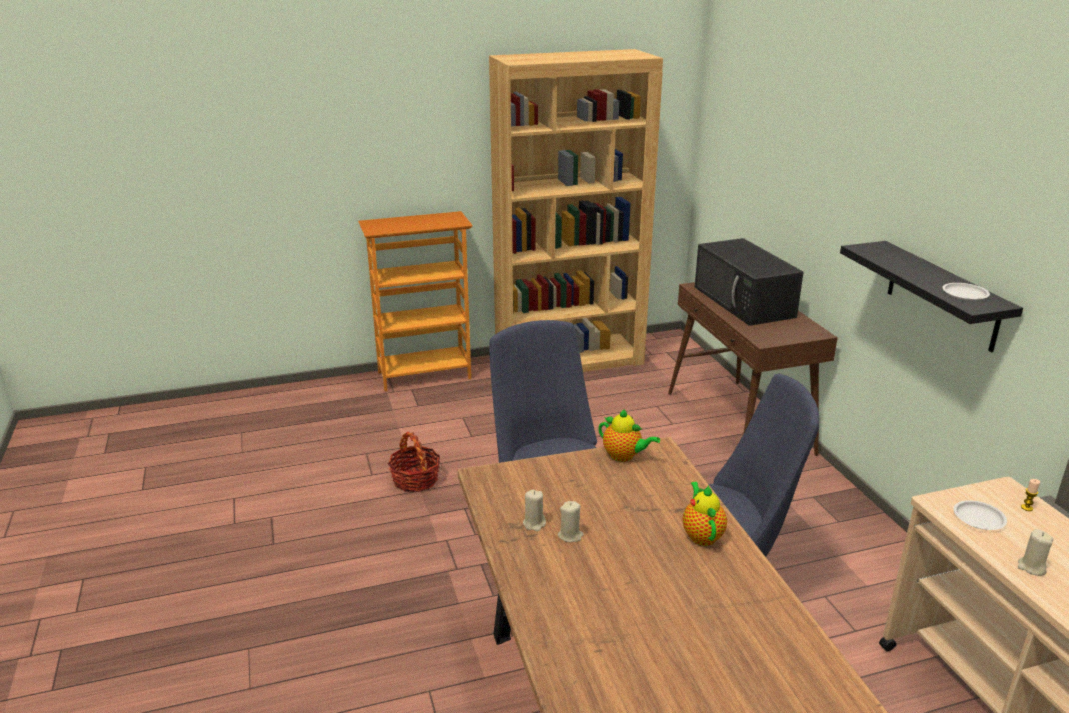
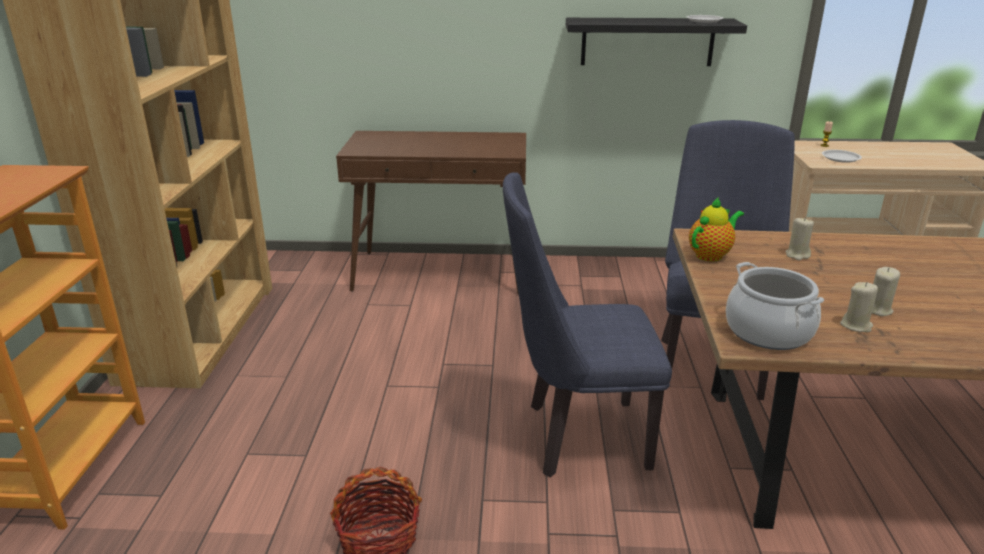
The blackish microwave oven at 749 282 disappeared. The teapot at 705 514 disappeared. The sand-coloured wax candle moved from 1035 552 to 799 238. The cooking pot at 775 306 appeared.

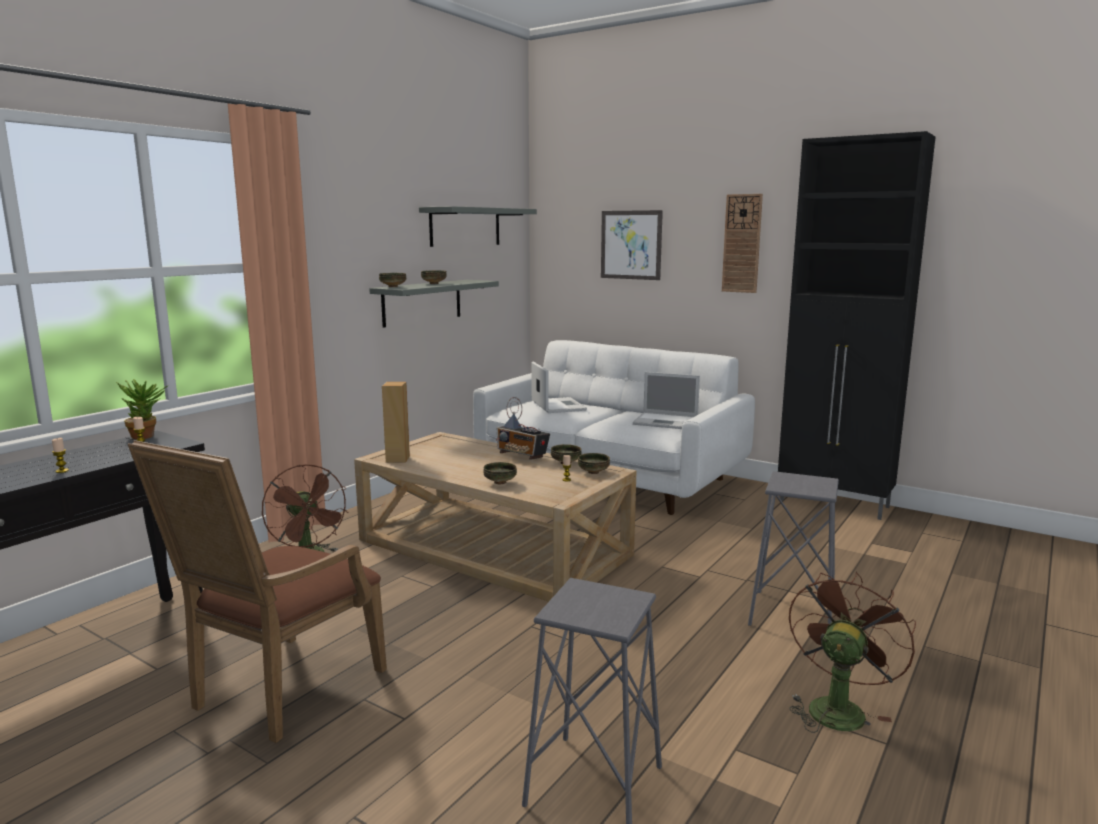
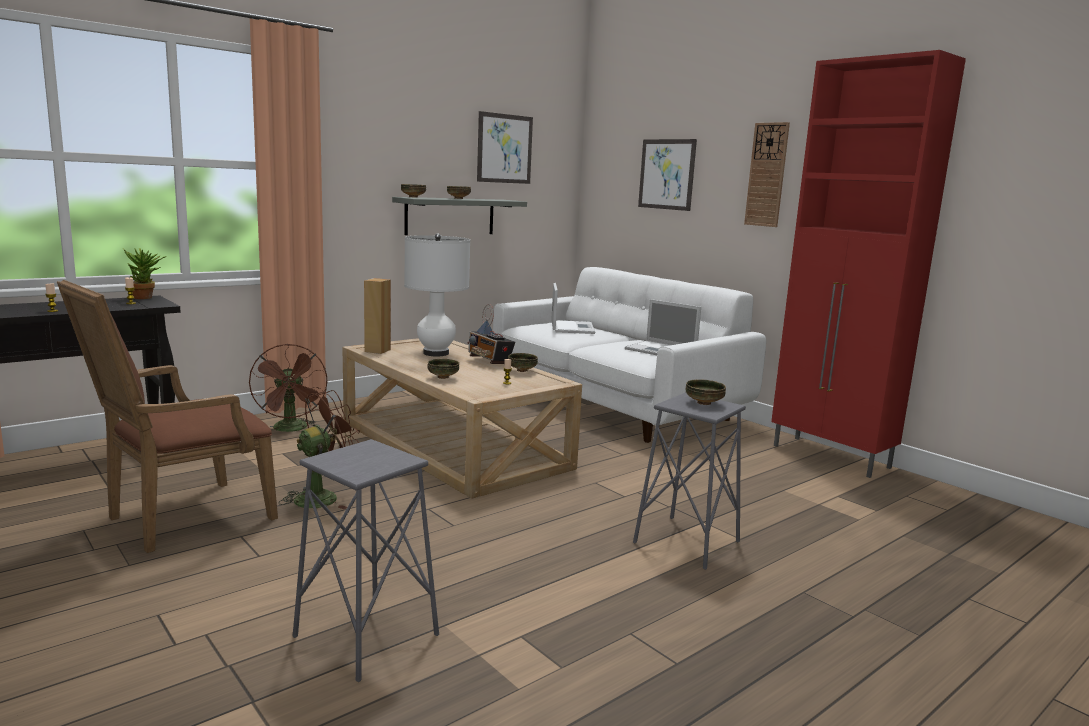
The blackish storage cabinet at 856 325 became the reddish storage cabinet at 868 264. The grey shelf at 478 226 was replaced by the picture at 505 147. The deep dish moved from 594 463 to 706 392. The brown-coloured fan moved from 852 652 to 319 450. The whitish tabletop lamp at 437 295 appeared.

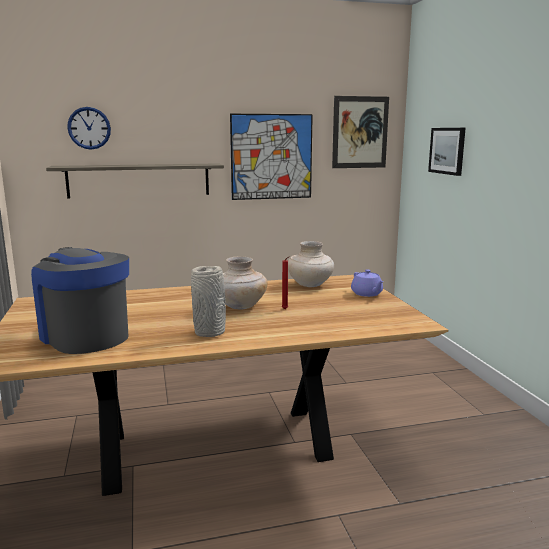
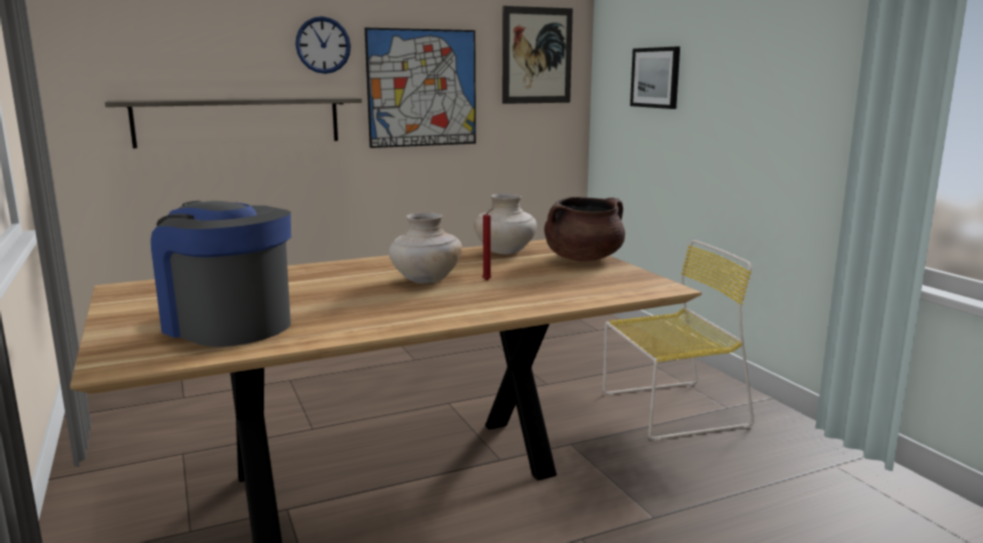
The hanging clock moved from 89 128 to 323 45. The grey flower vase at 208 301 disappeared. The purple-coloured teapot at 367 283 was replaced by the brown-coloured cooking pot at 584 229. The yellow-coloured plain chair at 678 340 appeared.

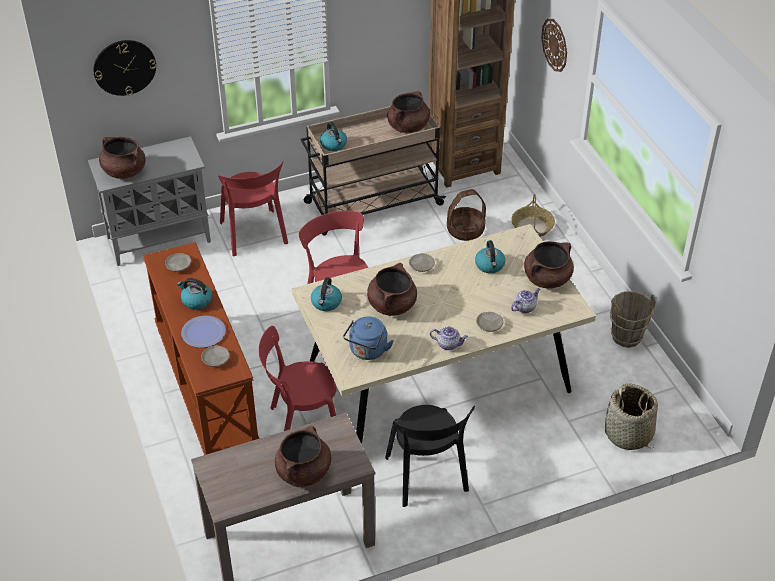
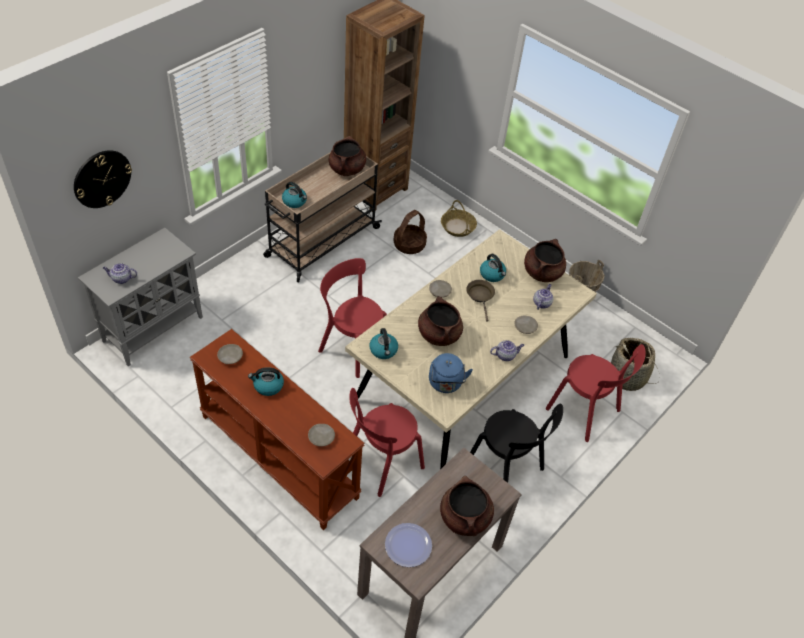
The hanging clock at 554 45 disappeared. The brown-coloured cooking pot at 122 158 was replaced by the teapot at 120 273. The reddish plain chair moved from 253 209 to 596 393. The plate moved from 203 332 to 408 545. The brown-coloured skillet at 480 300 appeared.

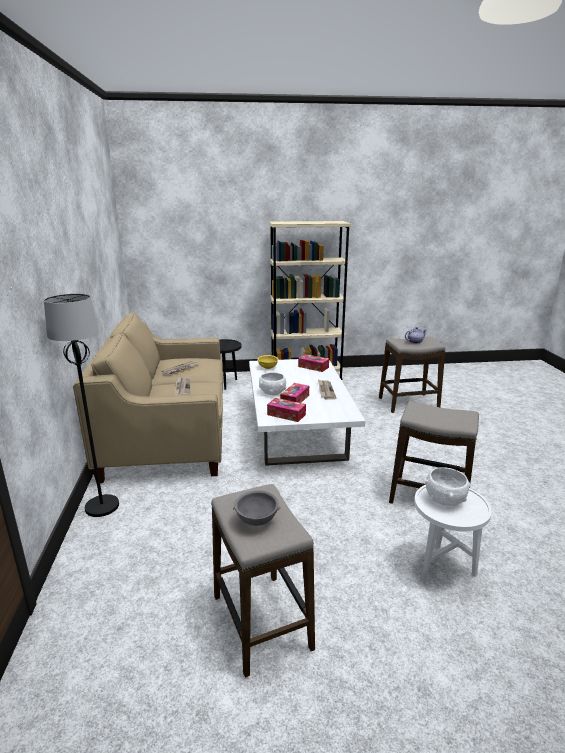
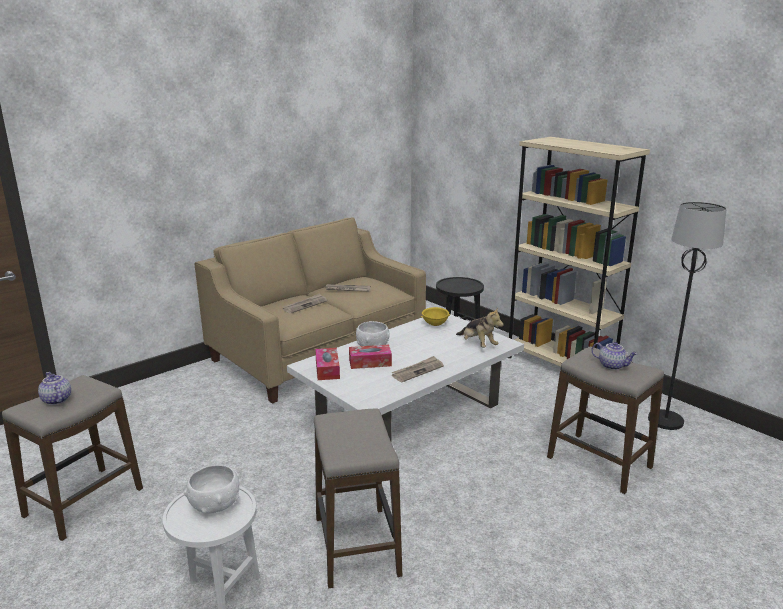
The blackish floor lamp moved from 81 405 to 687 316. The tissue holder at 313 363 was replaced by the plush toy at 480 327. The grey deep dish at 257 508 was replaced by the teapot at 54 388.

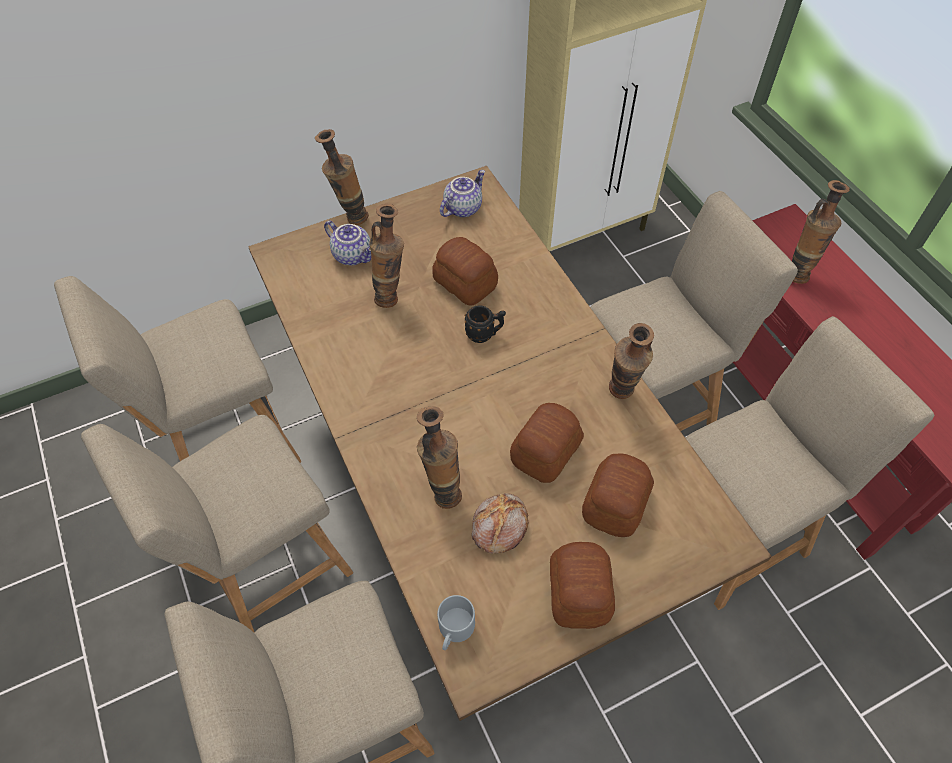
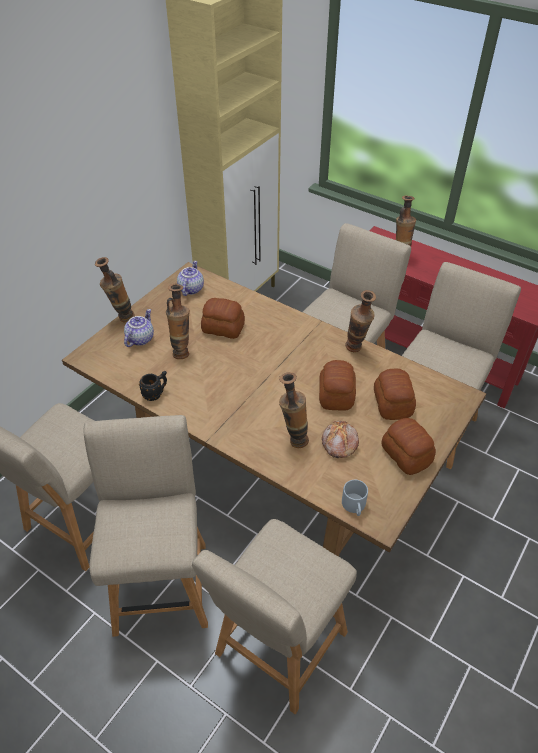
The teapot at 347 243 turned 75 degrees counterclockwise. The blackish mug moved from 485 324 to 153 386. The sand-coloured plain chair at 217 523 turned 150 degrees clockwise.

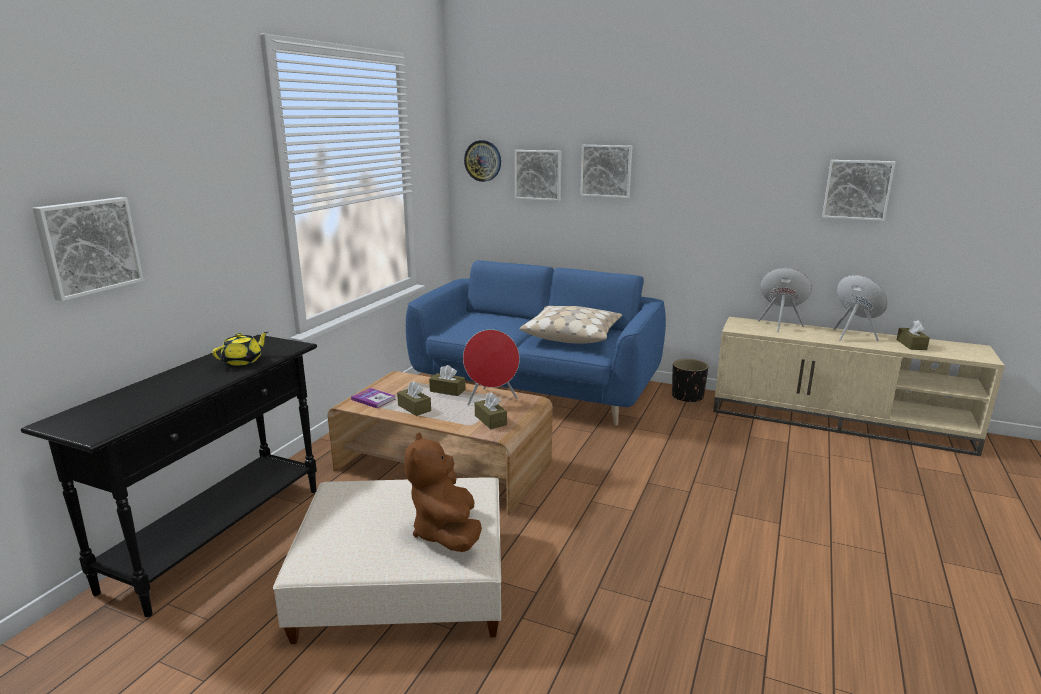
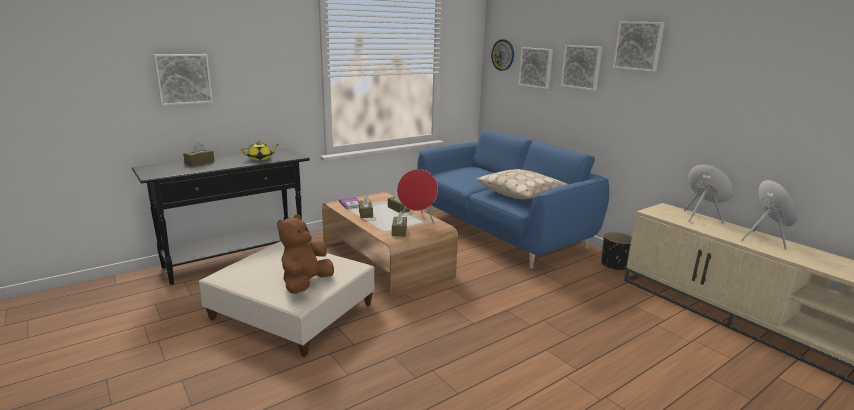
The picture moved from 859 190 to 639 47. The brown-coloured tissue holder moved from 913 335 to 198 154.

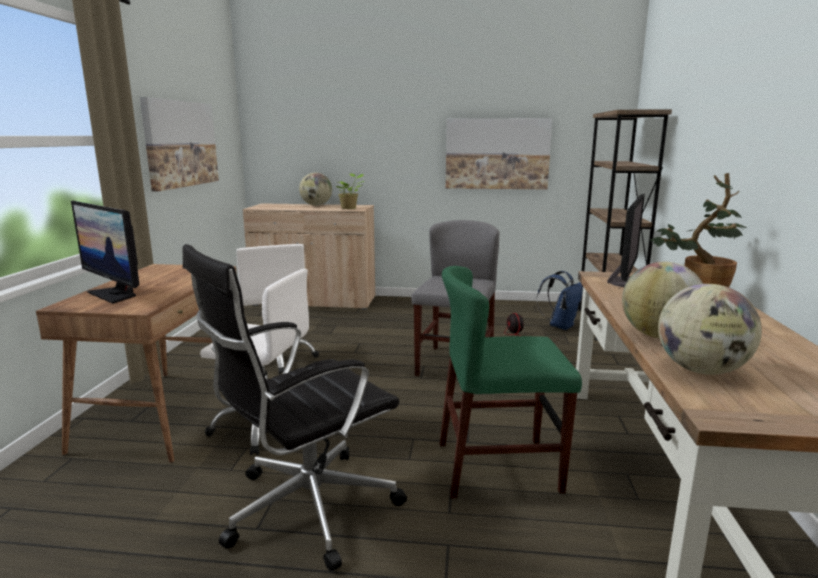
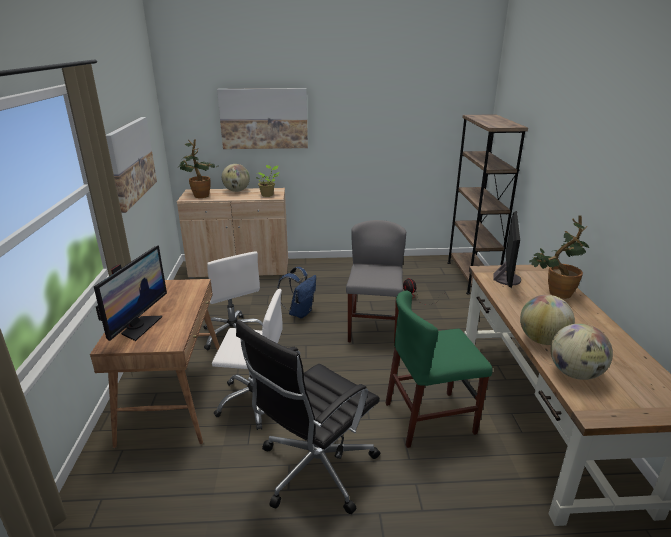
The picture moved from 499 153 to 262 118. The computer display at 105 252 turned 105 degrees counterclockwise. The bluish rucksack moved from 559 300 to 296 292. The potted plant at 198 168 appeared.

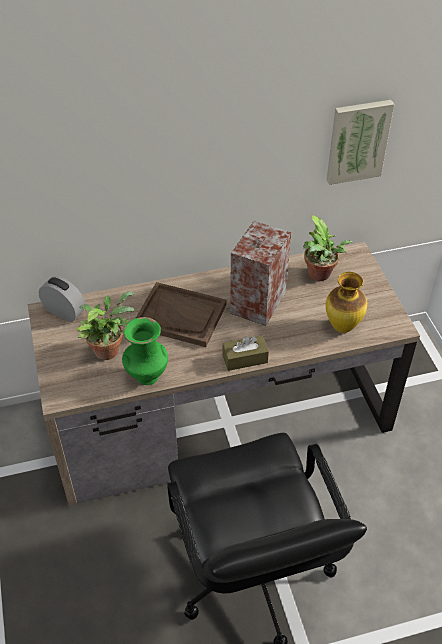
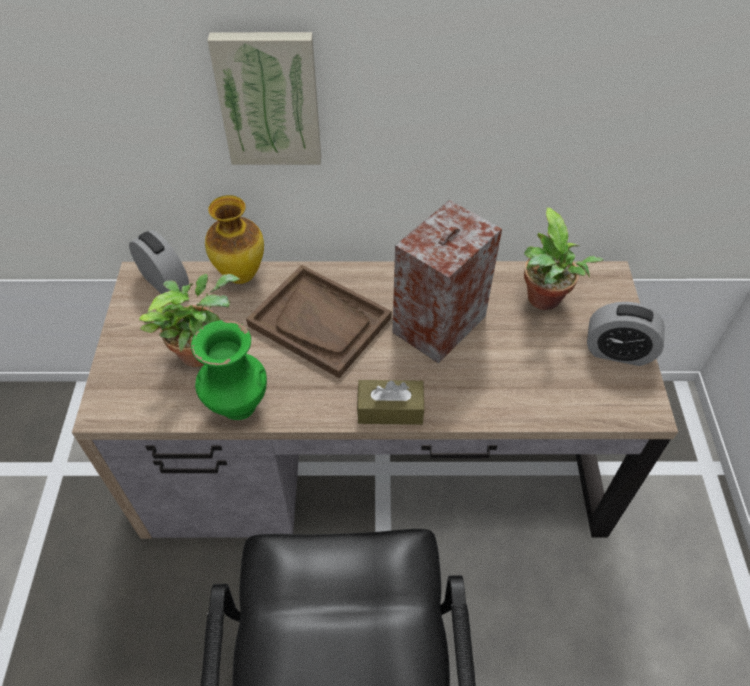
The picture moved from 360 142 to 264 98. The flower vase moved from 346 302 to 234 239. The table clock at 626 334 appeared.

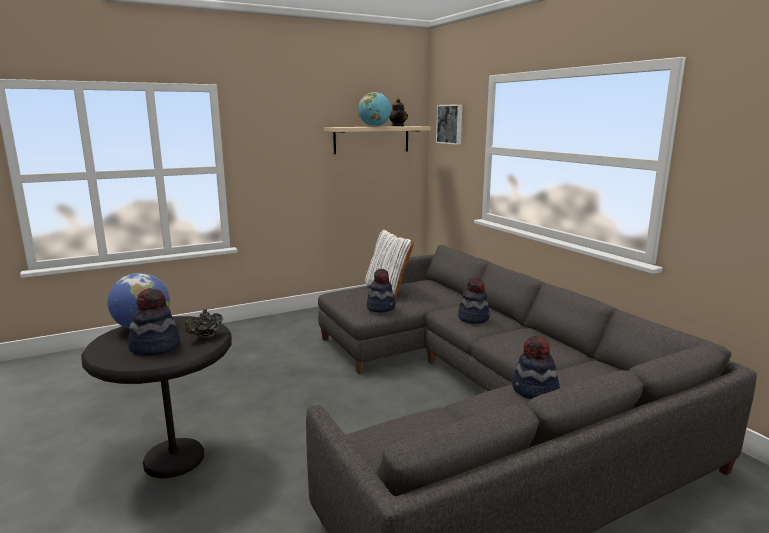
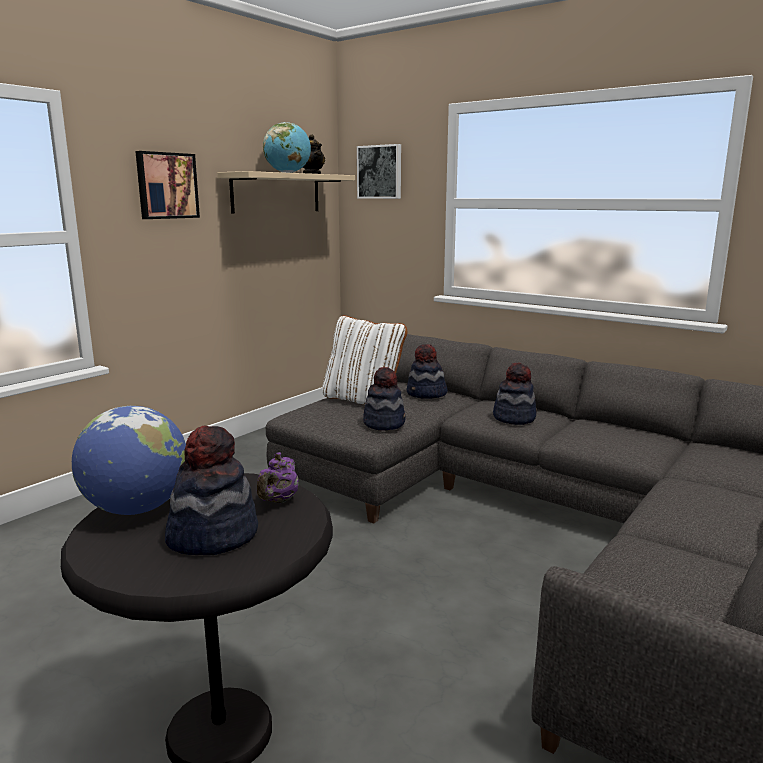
The blackish teapot at 204 323 became the purple-coloured teapot at 277 477. The wearable hat moved from 536 367 to 427 371. The picture at 167 185 appeared.

